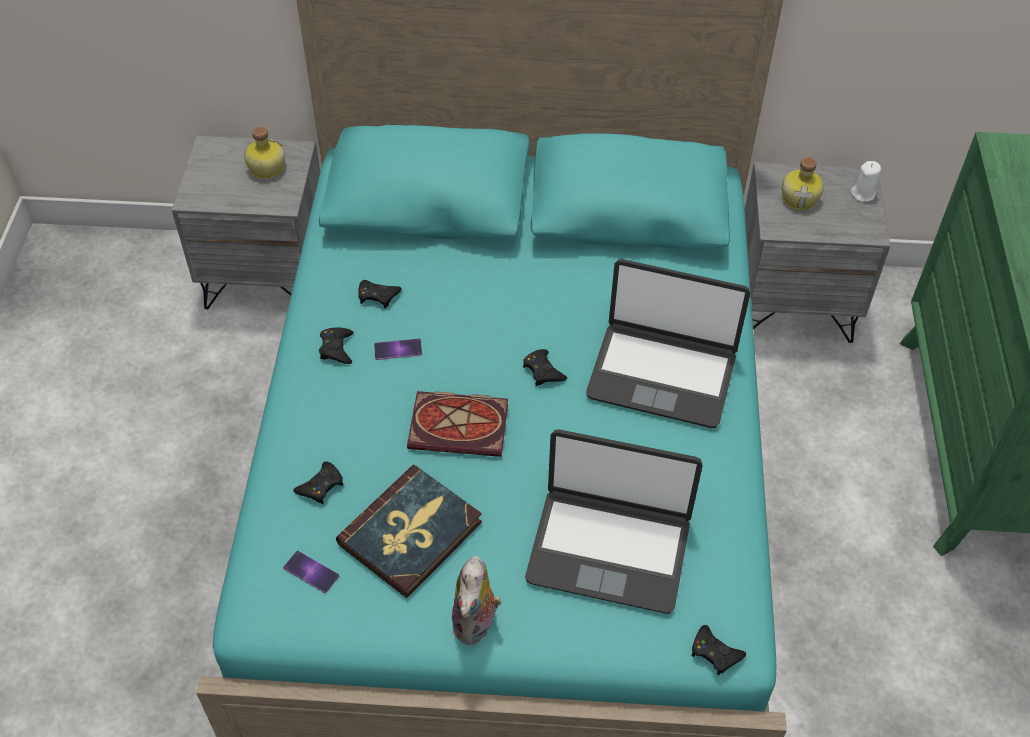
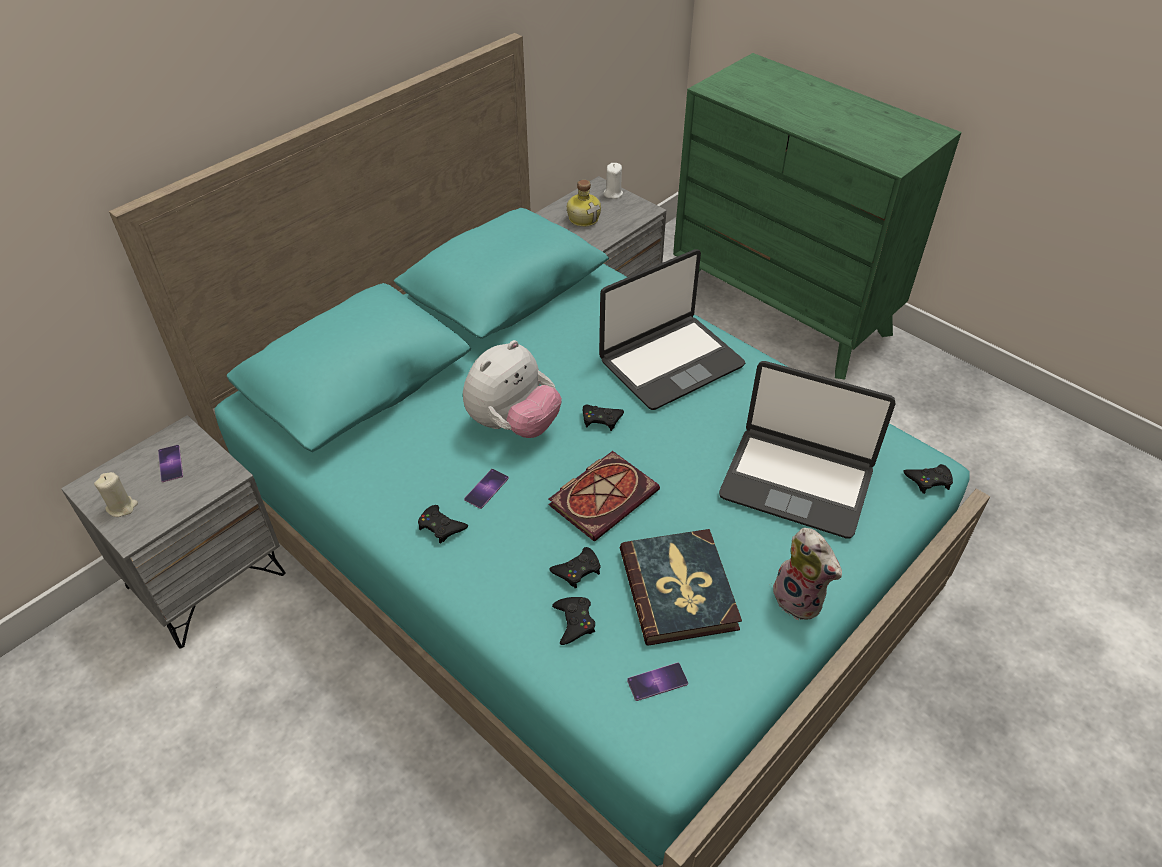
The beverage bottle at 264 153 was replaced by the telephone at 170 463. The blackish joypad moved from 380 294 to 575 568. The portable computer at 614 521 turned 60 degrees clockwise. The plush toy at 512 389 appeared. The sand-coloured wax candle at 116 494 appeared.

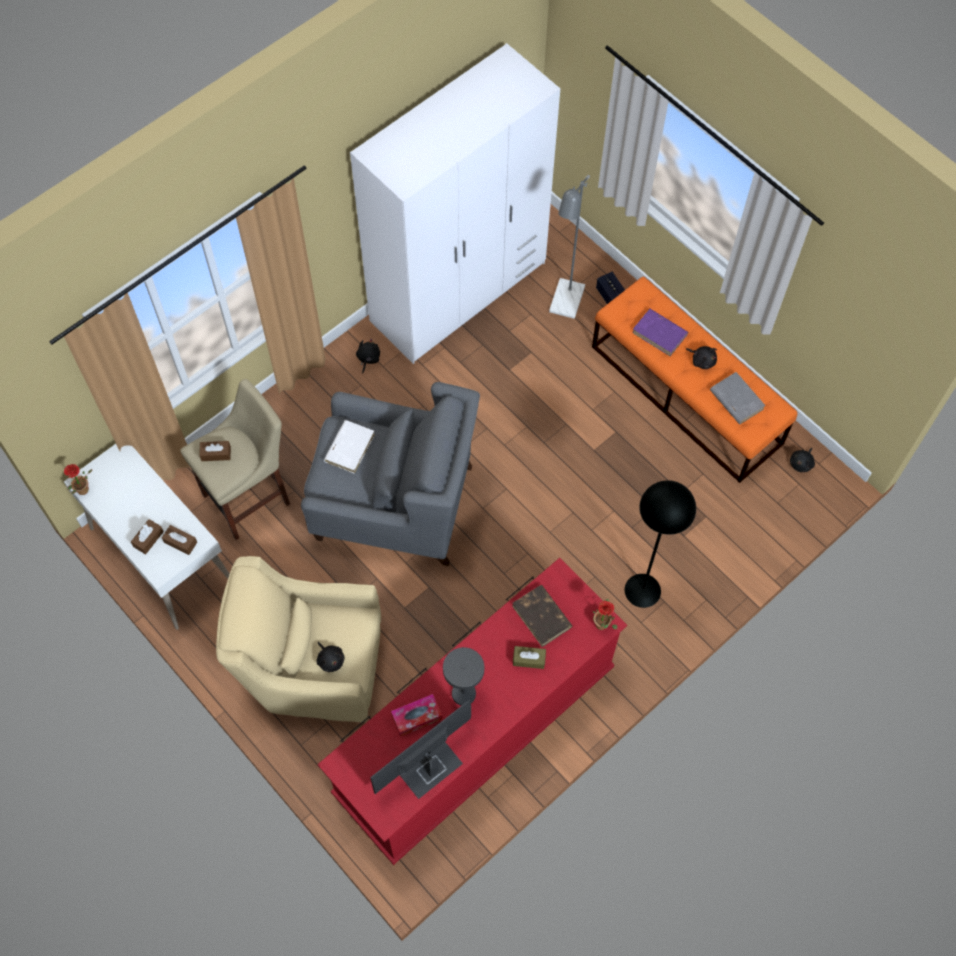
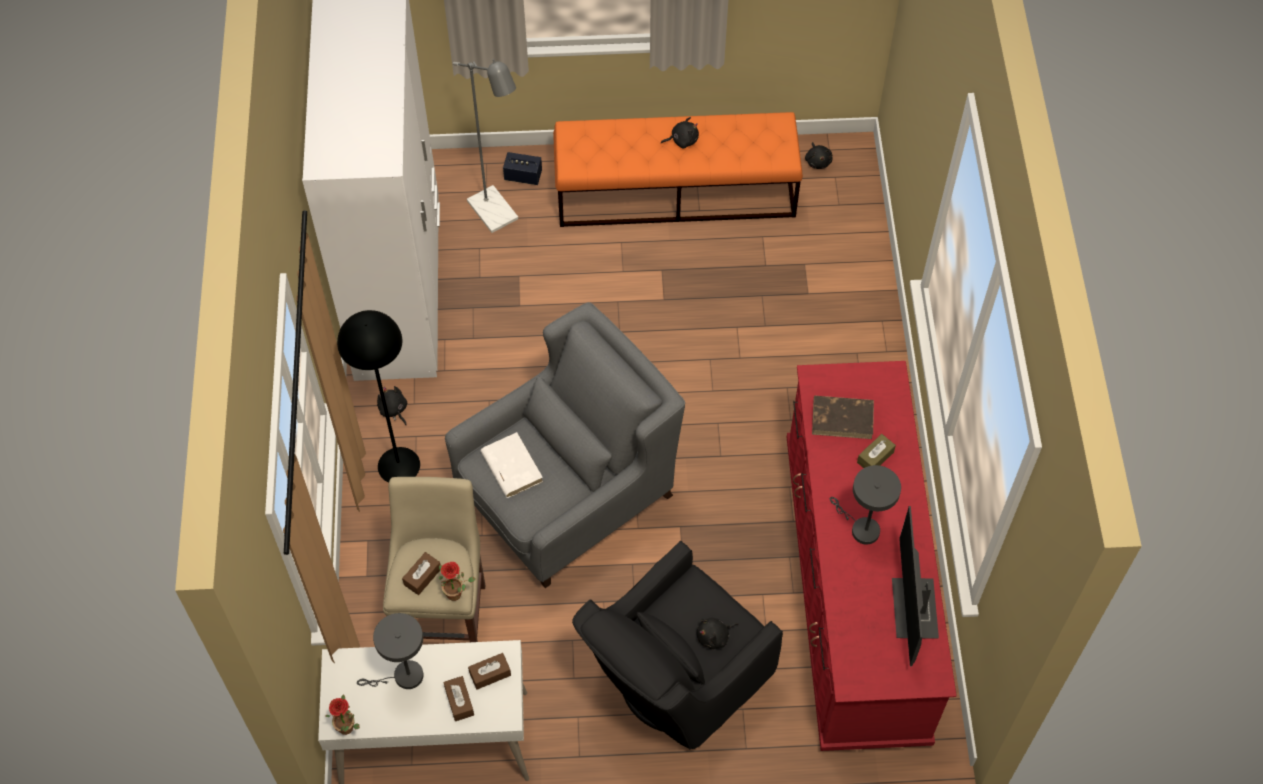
The purple-coloured bound book at 660 332 disappeared. The grey bound book at 738 398 disappeared. The blackish floor lamp moved from 660 544 to 378 396. The sand-coloured armchair at 298 639 became the blackish armchair at 677 645. The potted plant moved from 605 614 to 457 581. The blackish plush toy at 331 656 turned 150 degrees clockwise. The tissue holder at 416 715 disappeared. The grey tabletop lamp at 390 651 appeared.

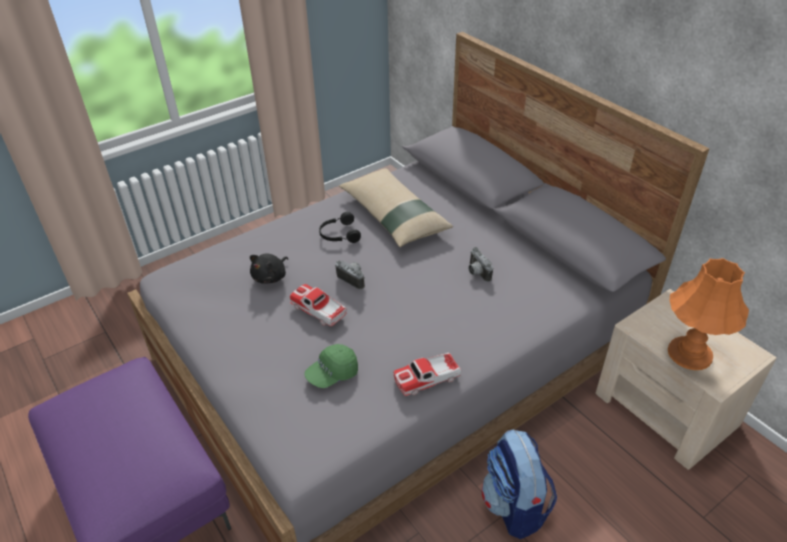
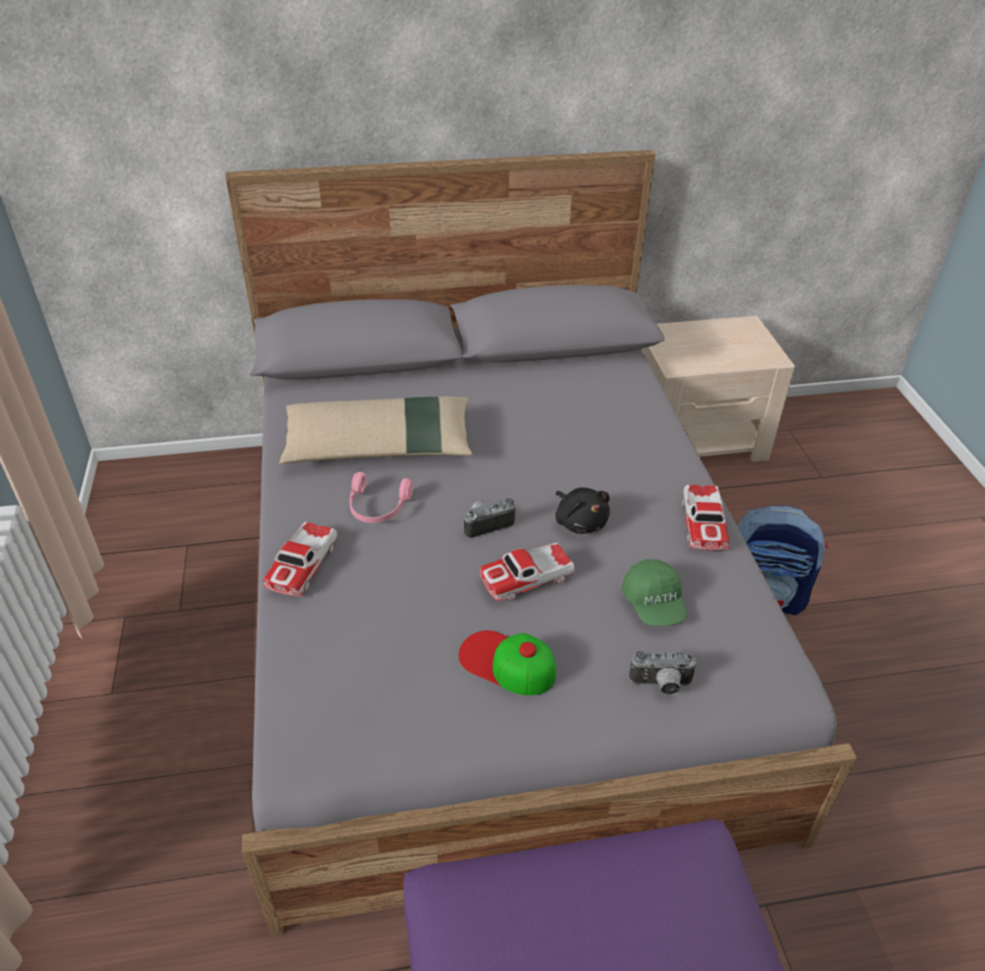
The blackish headphones at 340 227 became the pink headphones at 381 497. The still camera moved from 480 264 to 663 673. The blackish plush toy moved from 269 269 to 583 510. The orange tabletop lamp at 708 314 disappeared. The miniature car at 300 559 appeared. The peaked cap at 507 662 appeared.

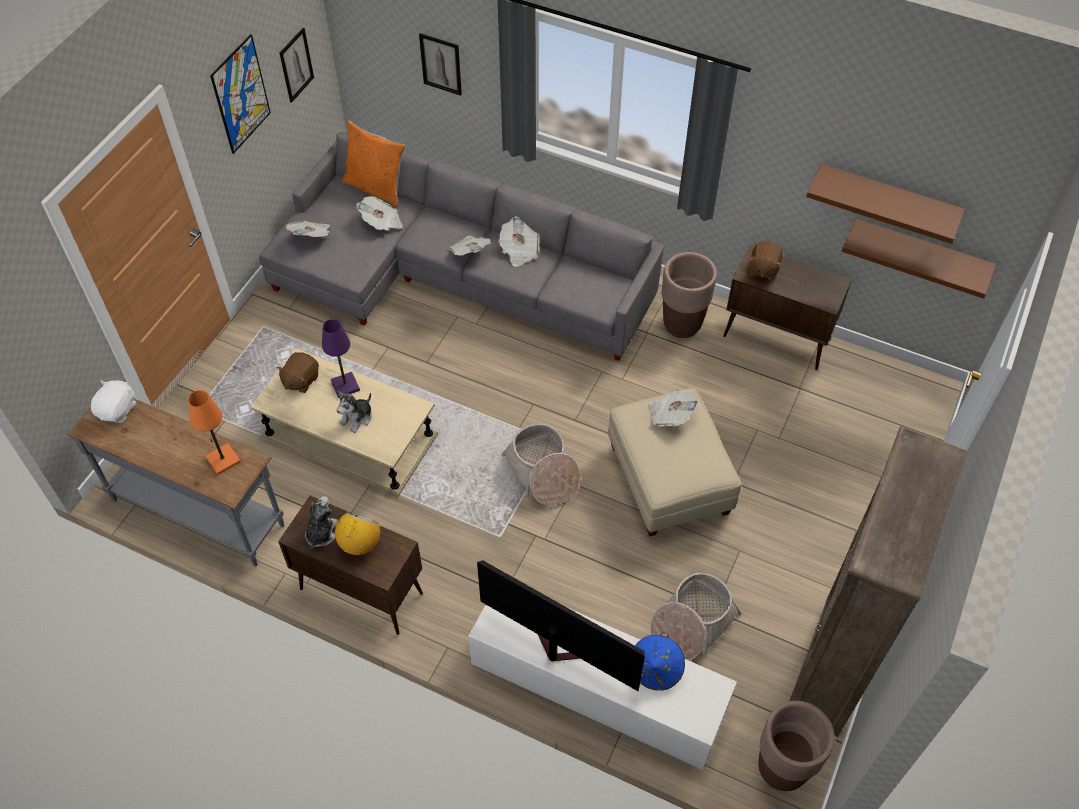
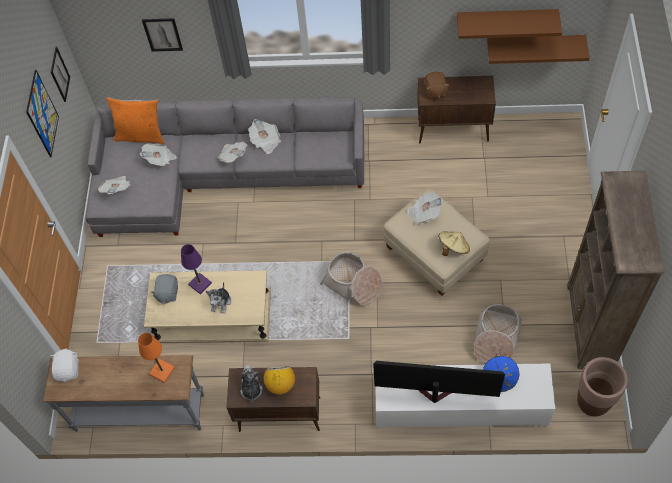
The brown-coloured flower pot at 689 295 disappeared. The brown-coloured plush toy at 298 372 became the grey plush toy at 164 289. The sand-coloured wearable hat at 454 243 appeared.

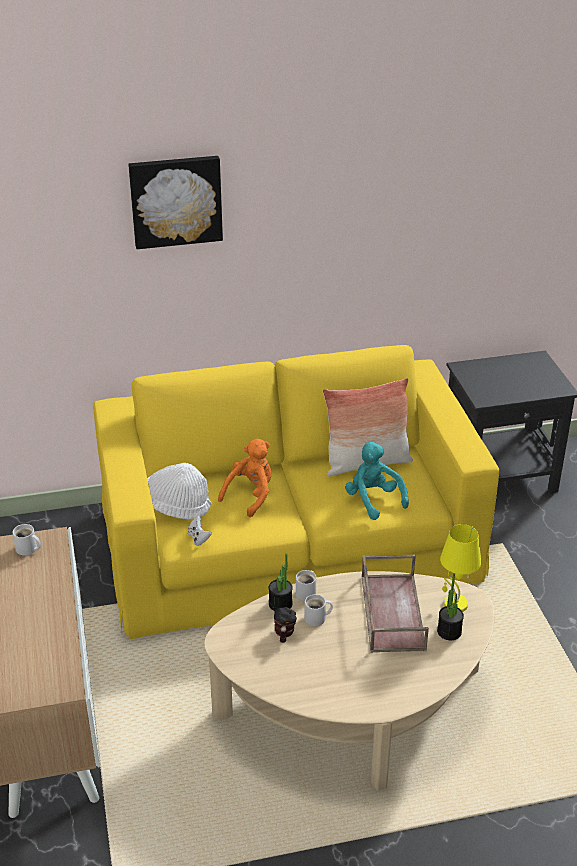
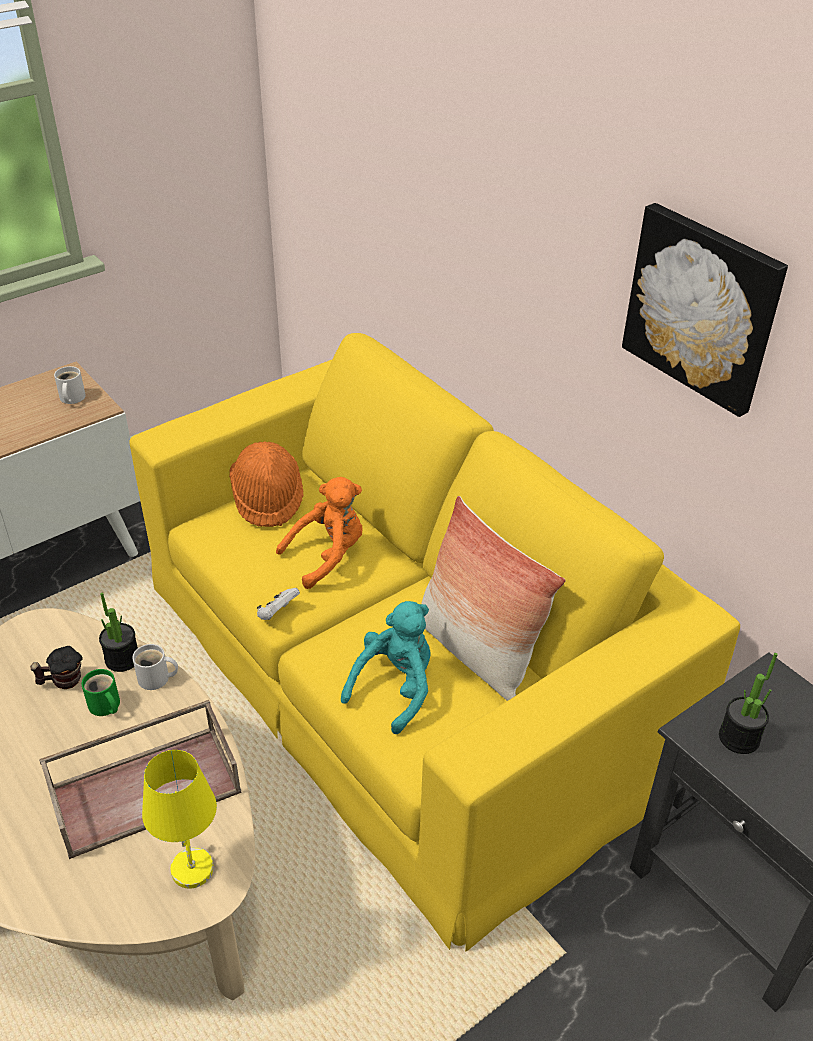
The picture moved from 175 202 to 705 310. The orange plush toy at 245 478 turned 45 degrees counterclockwise. The whitish wearable hat at 179 491 became the orange wearable hat at 266 484. The whitish joypad moved from 199 531 to 278 604. The potted plant moved from 450 606 to 748 703. The whitish mug at 318 610 became the green-coloured mug at 101 692.

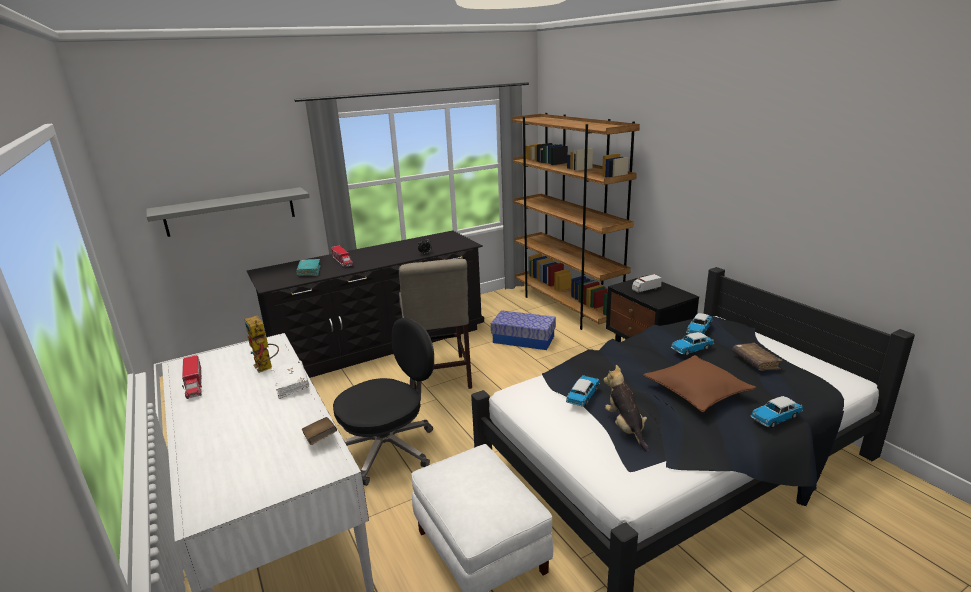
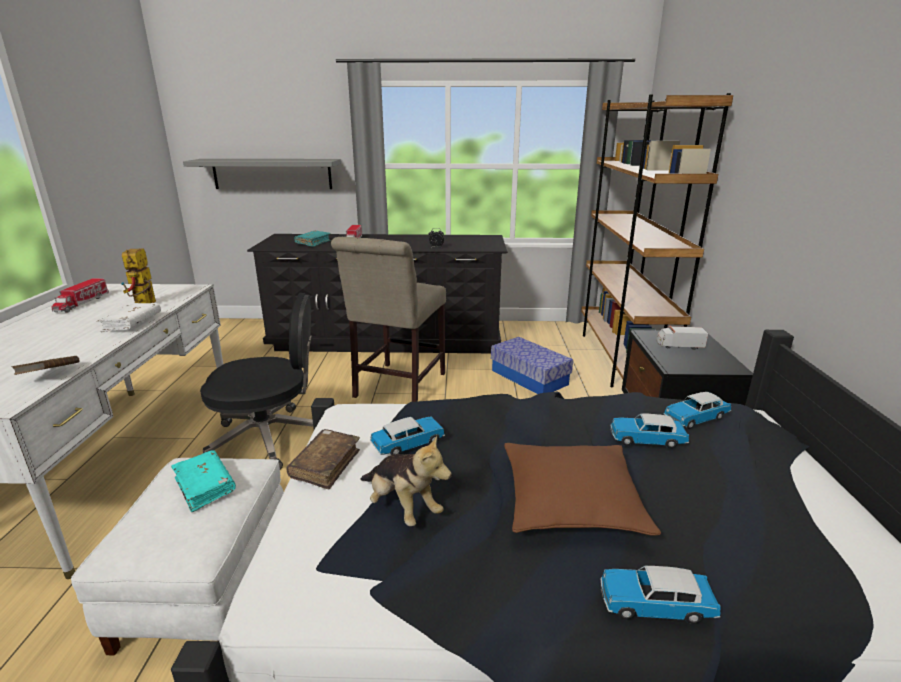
The brown-coloured bound book moved from 757 357 to 323 459. The plush toy at 627 408 turned 120 degrees clockwise. The blue-green bound book at 203 481 appeared.

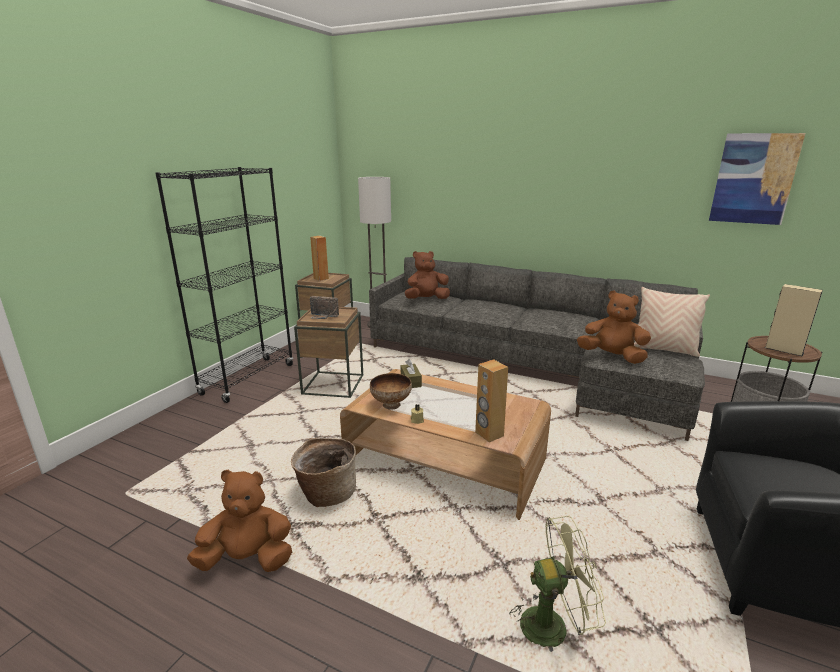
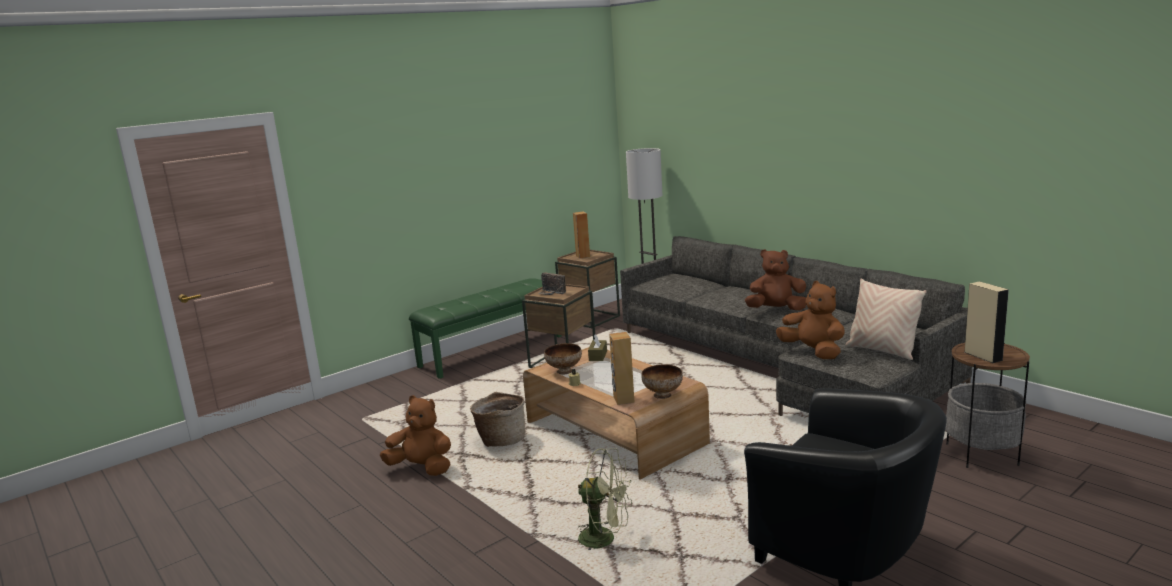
The picture at 757 179 disappeared. The blackish shelving unit at 224 285 was replaced by the green-coloured indoor bench at 485 328. The brown-coloured plush toy moved from 427 275 to 775 280. The deep dish at 662 382 appeared.

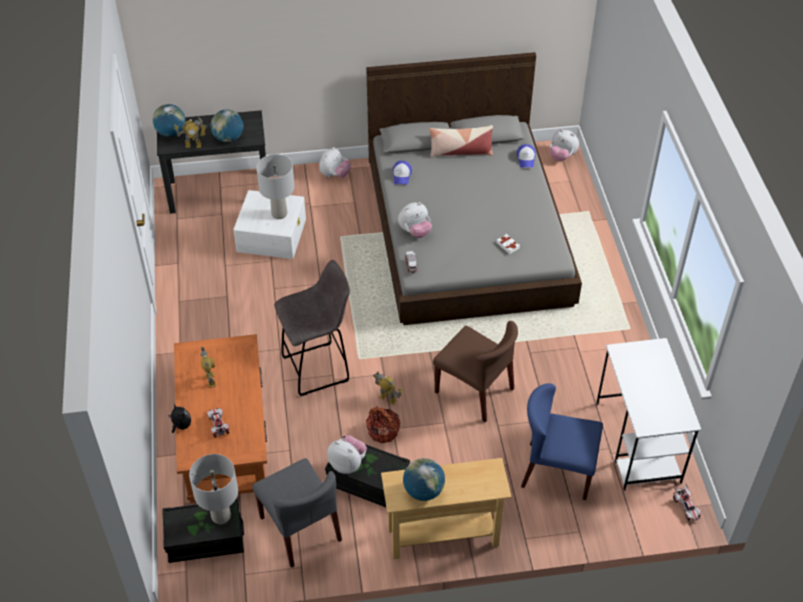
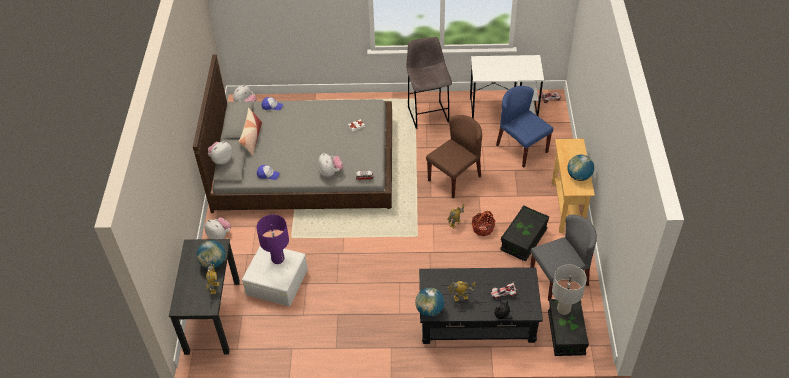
The globe moved from 169 120 to 429 302. The grey tabletop lamp at 275 186 became the purple-coloured tabletop lamp at 272 239. The grey stool seat moved from 312 328 to 429 83. The orange coffee table at 220 418 became the blackish coffee table at 481 305. The bluish plain chair at 562 441 turned 120 degrees clockwise. The plush toy moved from 347 455 to 220 153.

